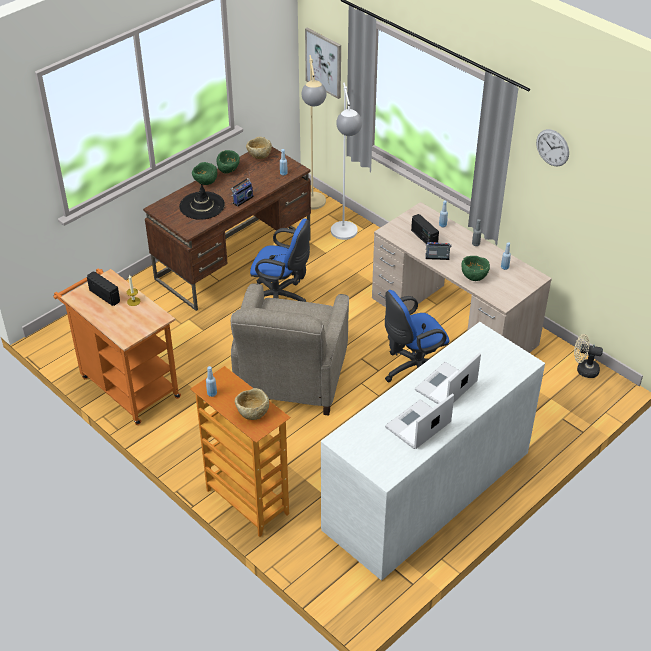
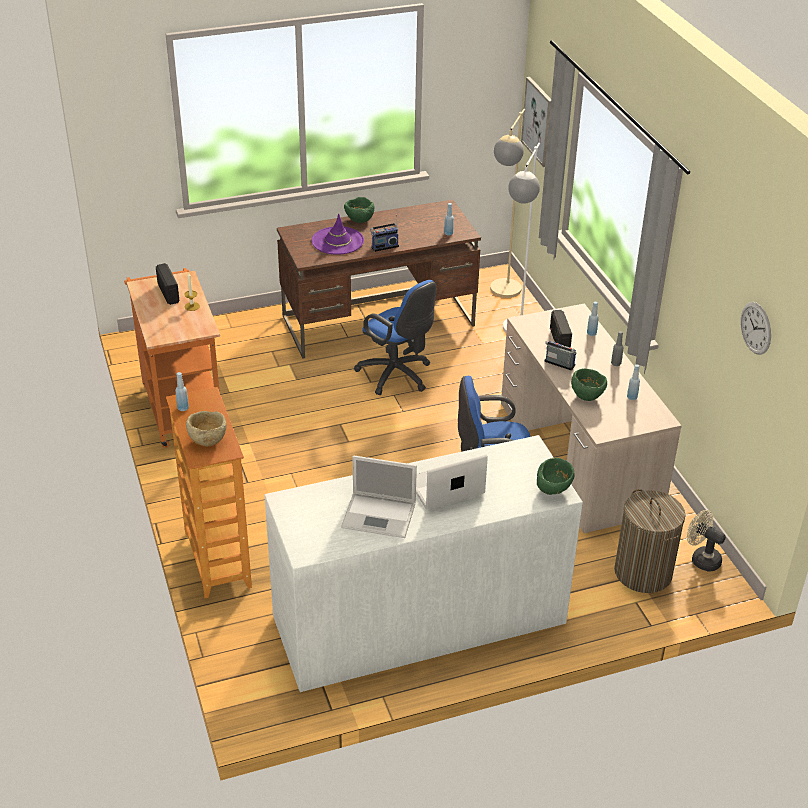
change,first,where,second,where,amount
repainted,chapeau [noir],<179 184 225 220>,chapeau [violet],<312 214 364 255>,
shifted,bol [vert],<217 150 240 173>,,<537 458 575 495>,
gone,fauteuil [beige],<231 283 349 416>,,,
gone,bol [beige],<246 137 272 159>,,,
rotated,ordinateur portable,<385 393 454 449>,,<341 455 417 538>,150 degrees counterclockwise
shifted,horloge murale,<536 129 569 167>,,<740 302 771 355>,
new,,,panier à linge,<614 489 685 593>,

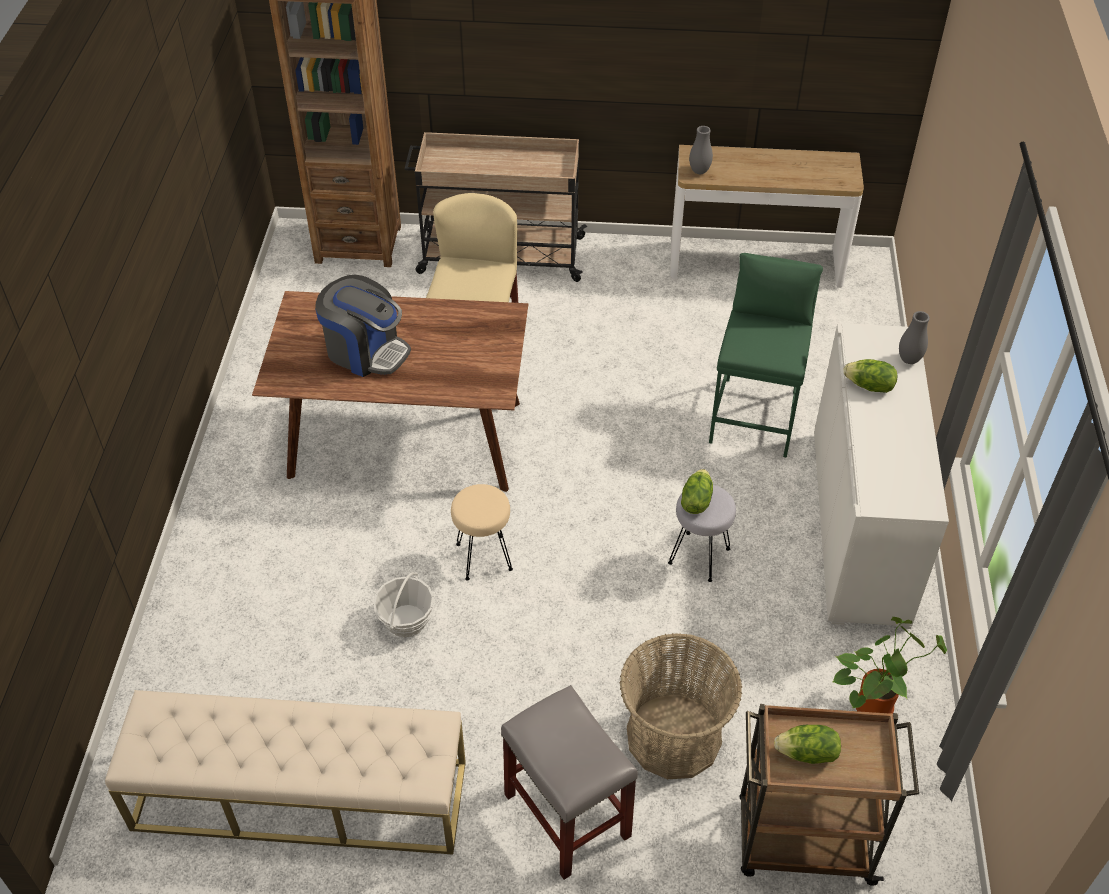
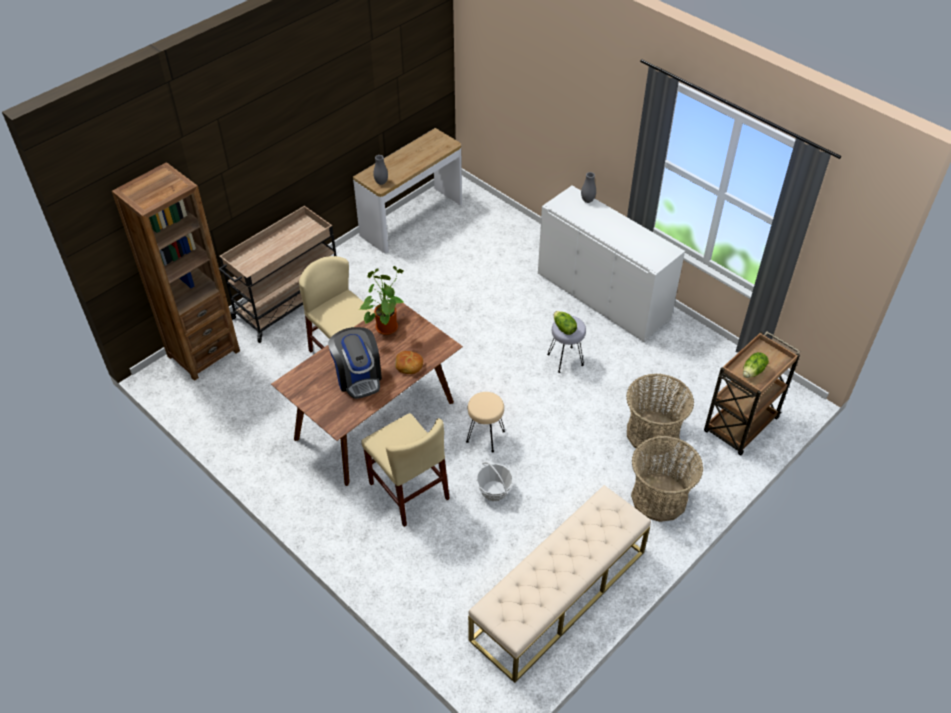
change,first,where,second,where,amount
rotated,machine à café,<315 275 411 377>,,<328 327 382 399>,90 degrees clockwise
swapped,tabouret [gris],<501 685 638 880>,panier,<631 436 703 522>,
gone,tabouret [vert],<709 253 823 458>,,,
shifted,plante en pot,<832 617 947 714>,,<360 266 405 335>,
gone,laitue,<843 359 898 393>,,,
new,,,chaise [beige],<361 413 450 527>,
new,,,pain,<395 351 423 374>,

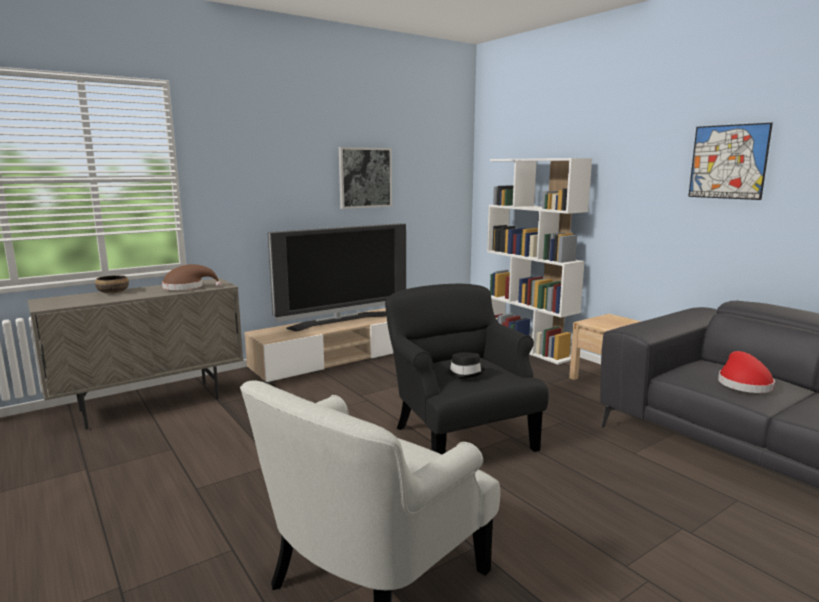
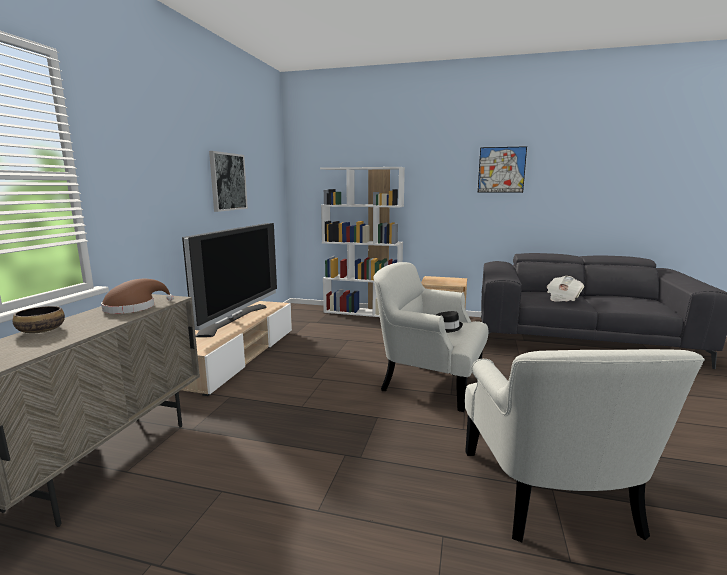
change,first,where,second,where,amount
repainted,fauteuil [noir],<385 284 549 454>,fauteuil [blanc],<373 262 488 412>,
swapped,chapeau [rouge],<718 351 775 393>,journal,<547 276 584 302>,

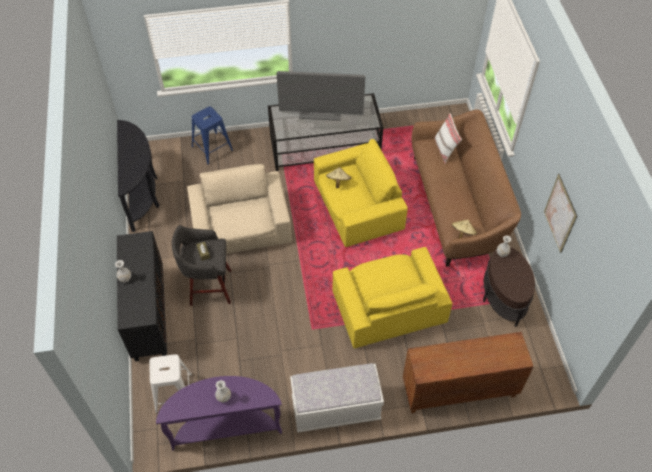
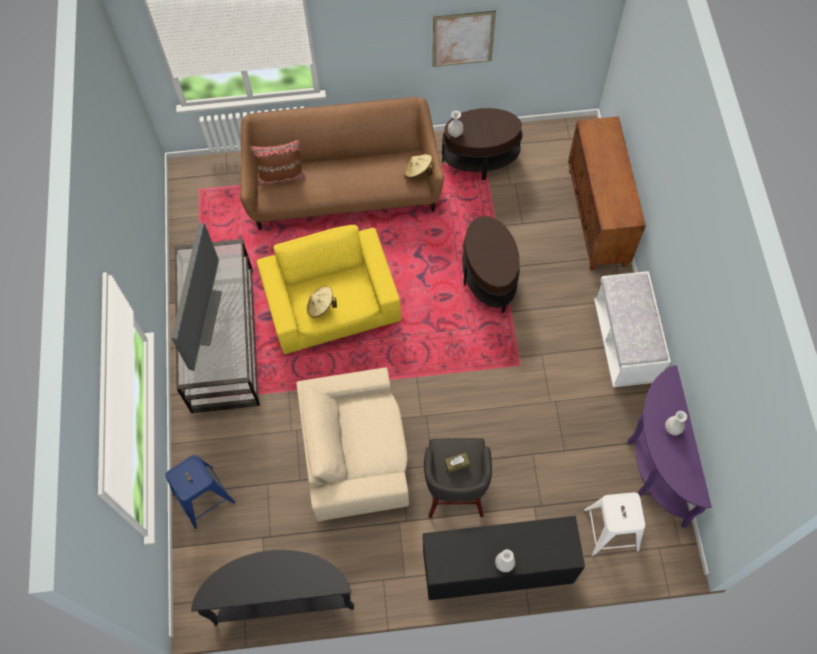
change,first,where,second,where,amount
swapped,fauteuil [jaune],<333 247 453 348>,table d'appoint [marron],<462 216 520 313>,
repainted,coussin [blanc],<434 113 462 164>,coussin [marron],<250 139 306 186>,

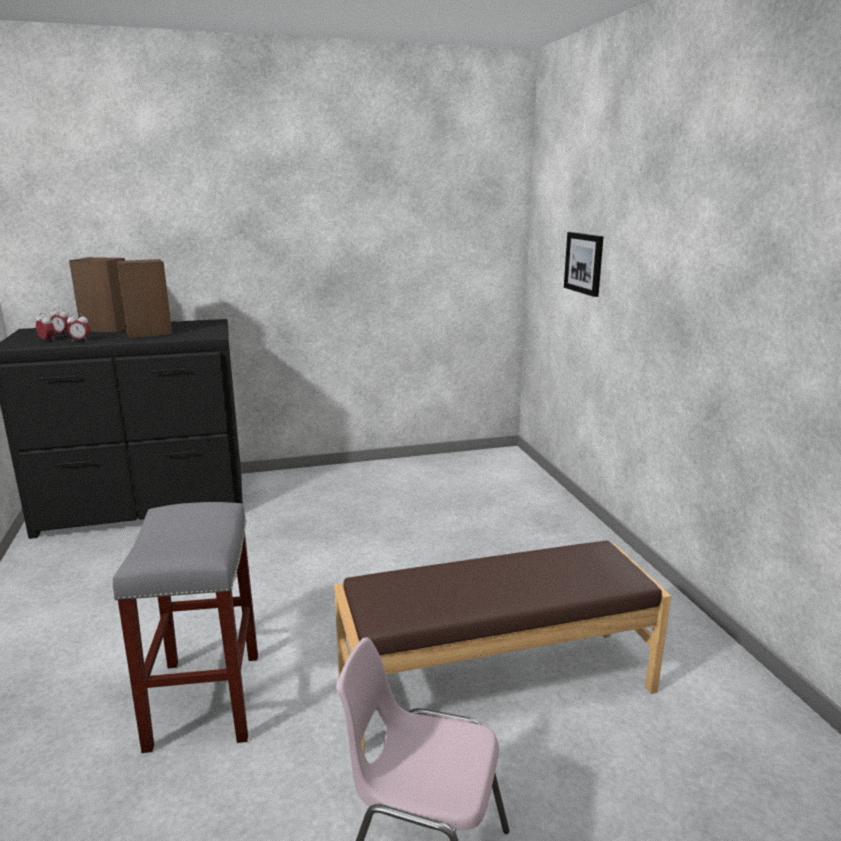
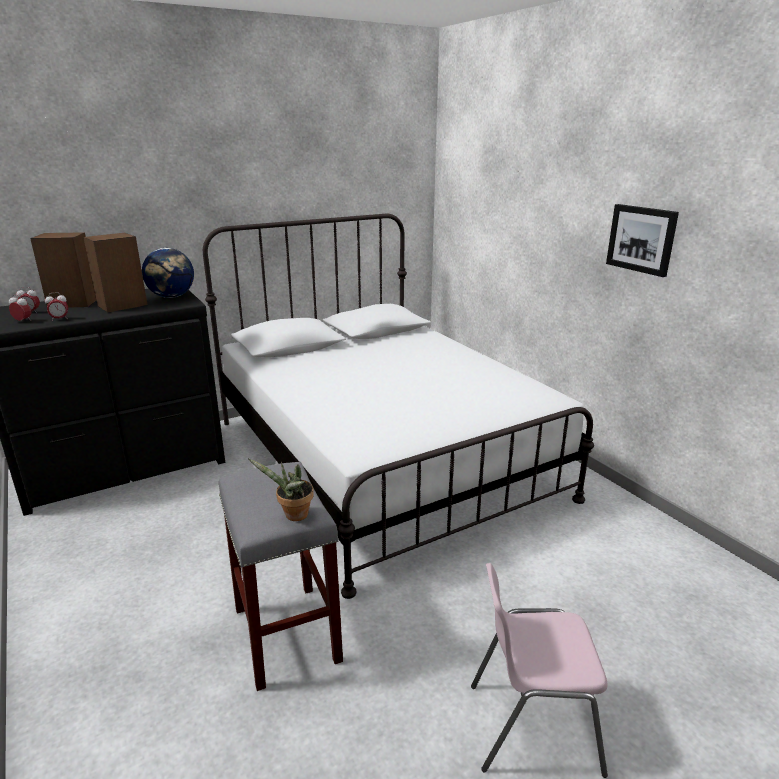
change,first,where,second,where,amount
gone,banc [marron],<334 540 671 754>,,,
shifted,tableau,<564 232 604 297>,,<606 204 679 277>,
new,,,globe,<142 248 194 298>,
new,,,lit [blanc],<203 214 594 599>,
new,,,plante en pot,<248 458 314 521>,

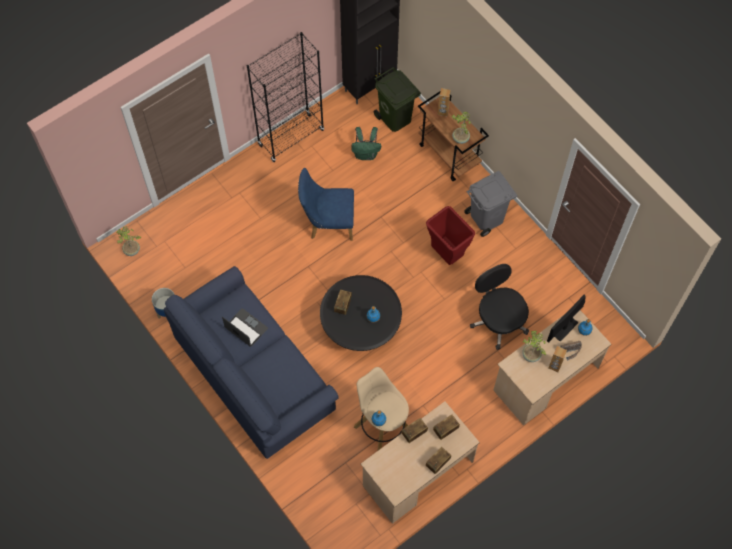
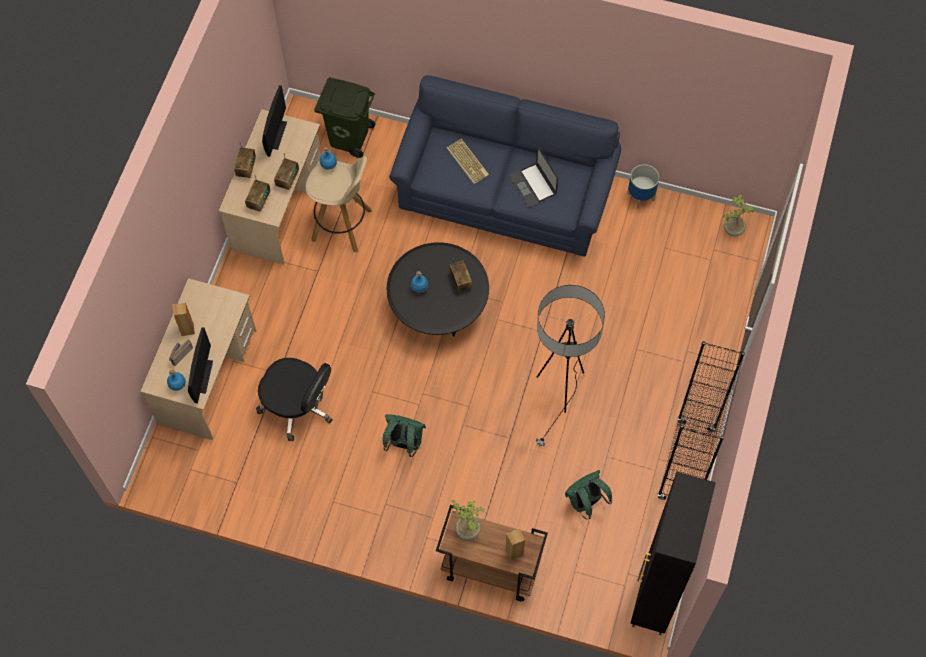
change,first,where,second,where,amount
rotated,ordinateur portable,<222 308 268 347>,,<509 147 558 207>,60 degrees clockwise
swapped,chaise [bleu],<298 168 354 241>,lampadaire,<536 285 605 448>,
shifted,poubelle [vert],<374 67 421 132>,,<314 77 375 158>,
swapped,poubelle [rouge],<426 206 475 265>,sac à dos [vert],<383 414 426 457>,
gone,poubelle [gris],<464 171 517 237>,,,
gone,plante en pot,<522 331 546 362>,,,
new,,,écran d'ordinateur,<262 85 287 157>,
new,,,clavier,<447 139 489 184>,

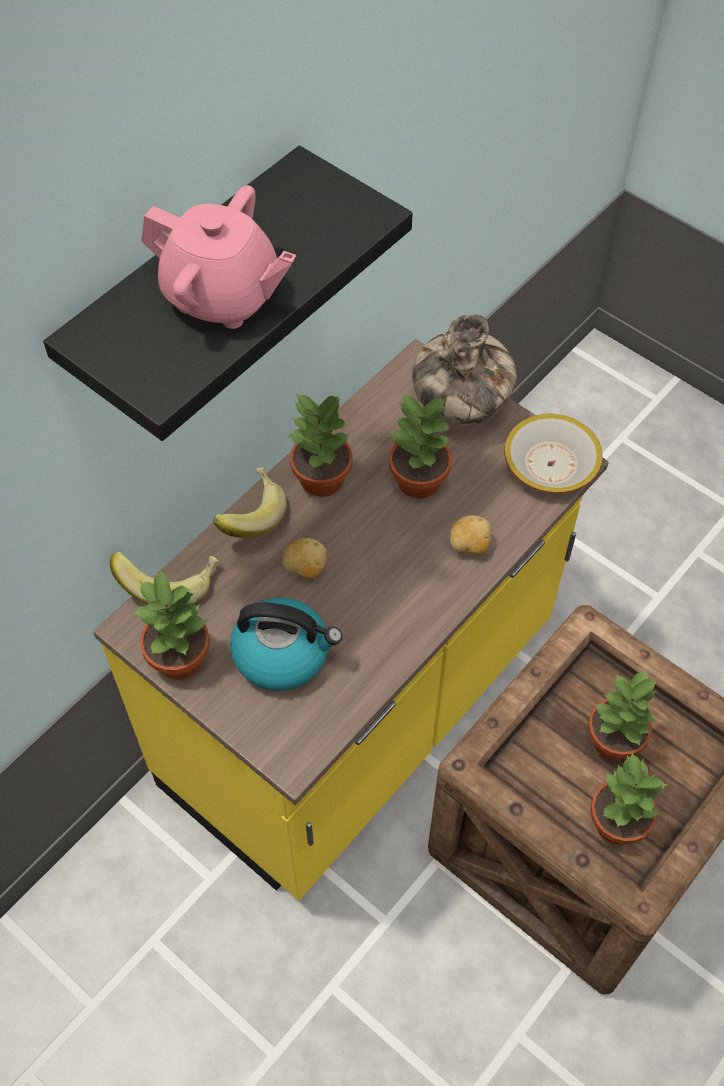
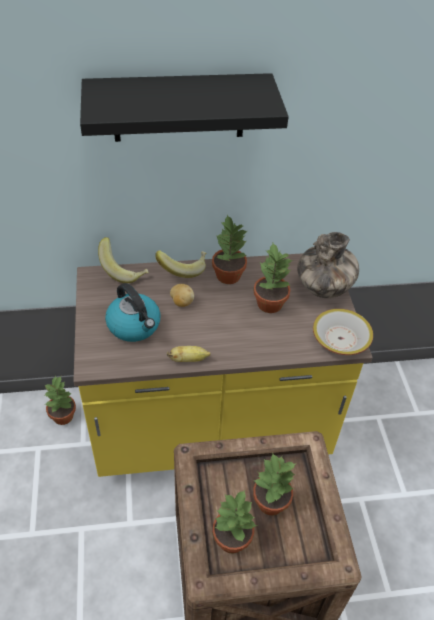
change,first,where,second,where,amount
shifted,plante en pot,<133 569 210 680>,,<44 375 76 425>,
gone,théière [rose],<141 185 296 329>,,,
gone,pomme de terre,<450 515 492 555>,,,
new,,,banane,<167 346 211 362>,

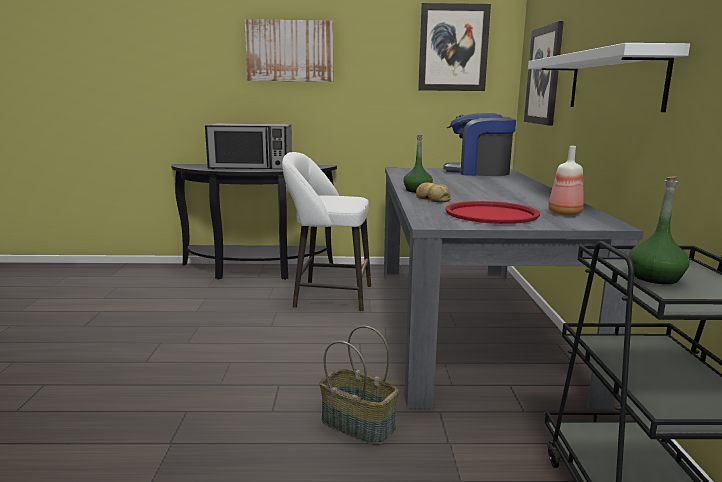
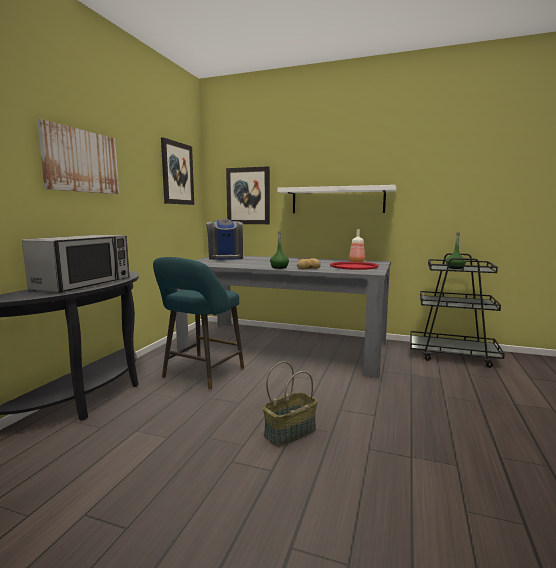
change,first,where,second,where,amount
repainted,tabouret [blanc],<282 152 371 312>,tabouret [turquoise],<153 257 244 390>,
shifted,panier,<319 326 399 445>,,<263 361 318 446>,
rotated,machine à café,<443 113 516 176>,,<206 219 243 260>,45 degrees counterclockwise

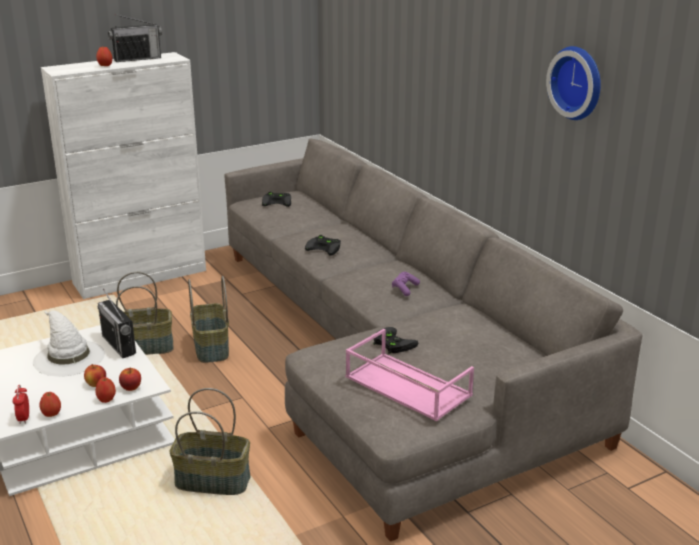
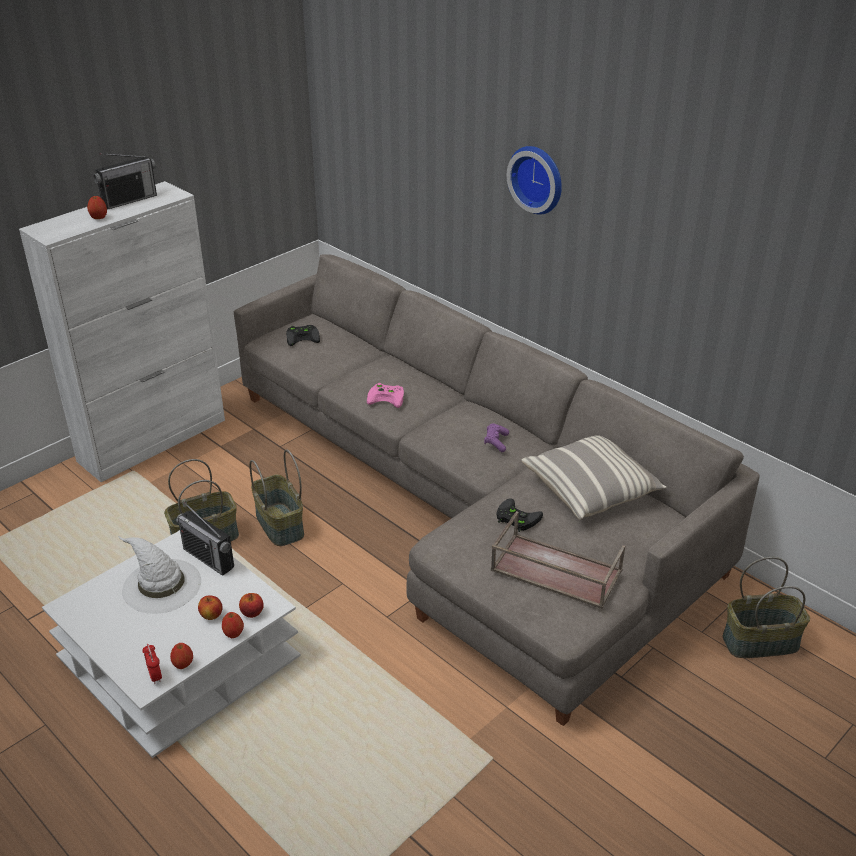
change,first,where,second,where,amount
shifted,panier,<169 388 250 495>,,<723 557 810 658>,
repainted,manette [noir],<305 235 341 256>,manette [rose],<367 383 404 408>,
repainted,plateau [rose],<346 329 474 421>,plateau [marron],<490 511 625 609>,
shifted,horloge murale,<546 46 601 120>,,<507 146 562 215>,
new,,,coussin,<522 435 666 520>,

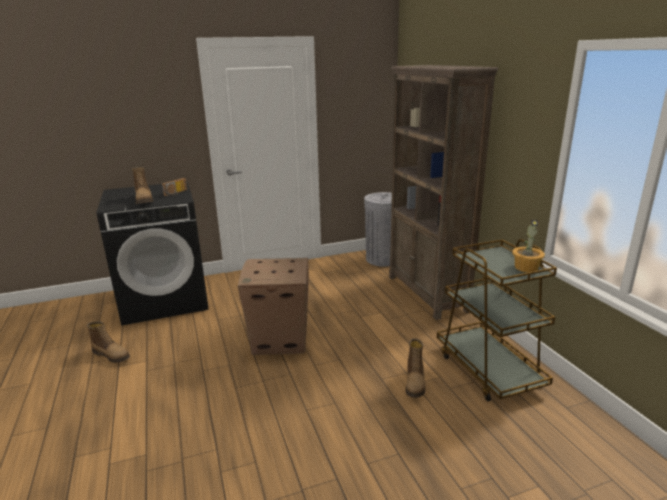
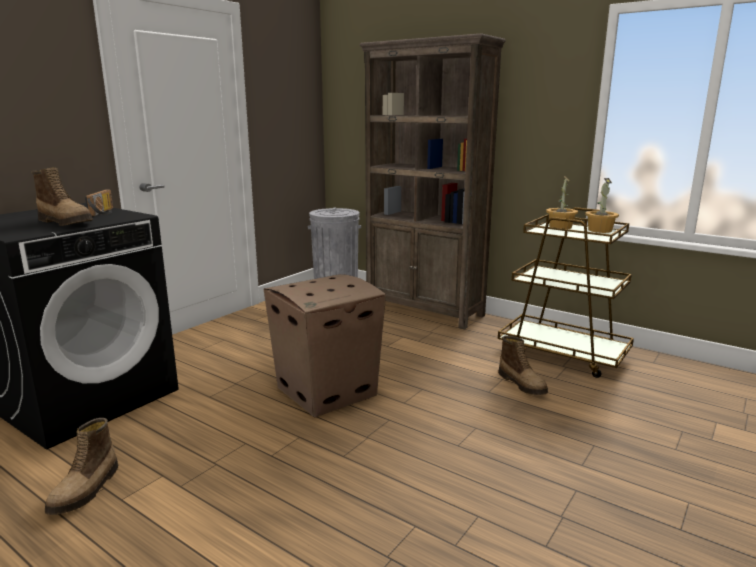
change,first,where,second,where,amount
rotated,botte,<87 321 130 363>,,<45 418 118 515>,105 degrees clockwise
new,,,plante en pot,<546 176 578 229>,

